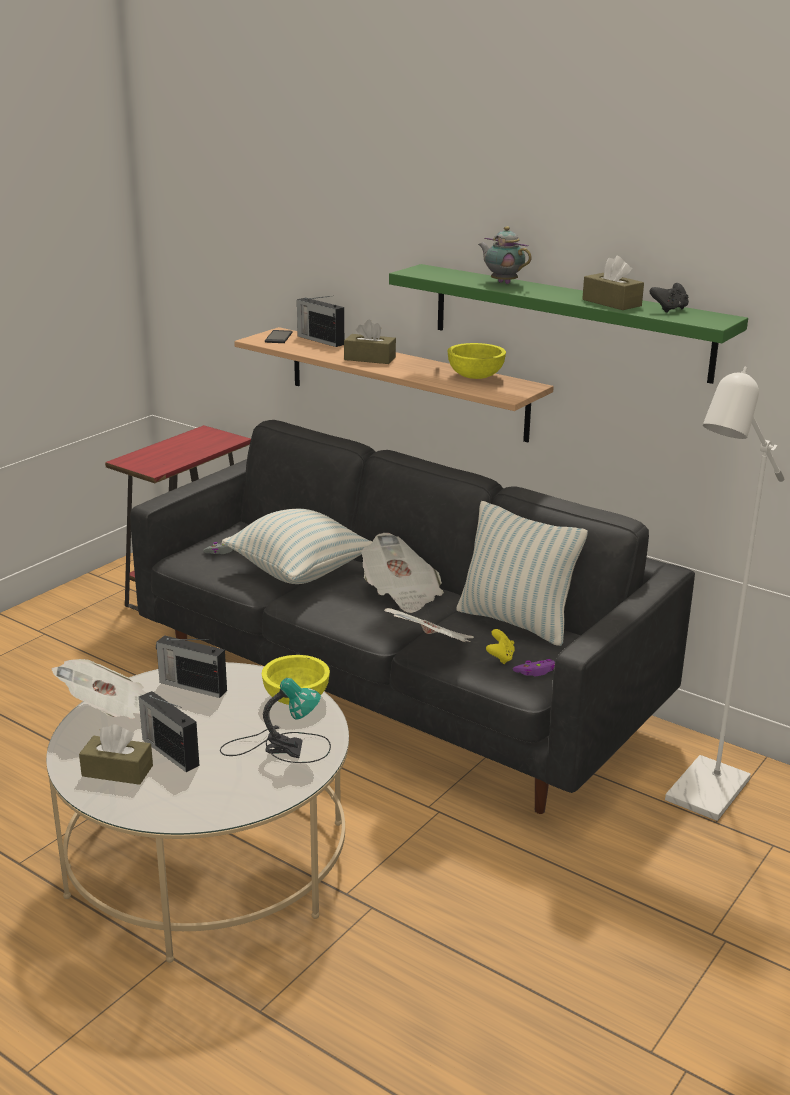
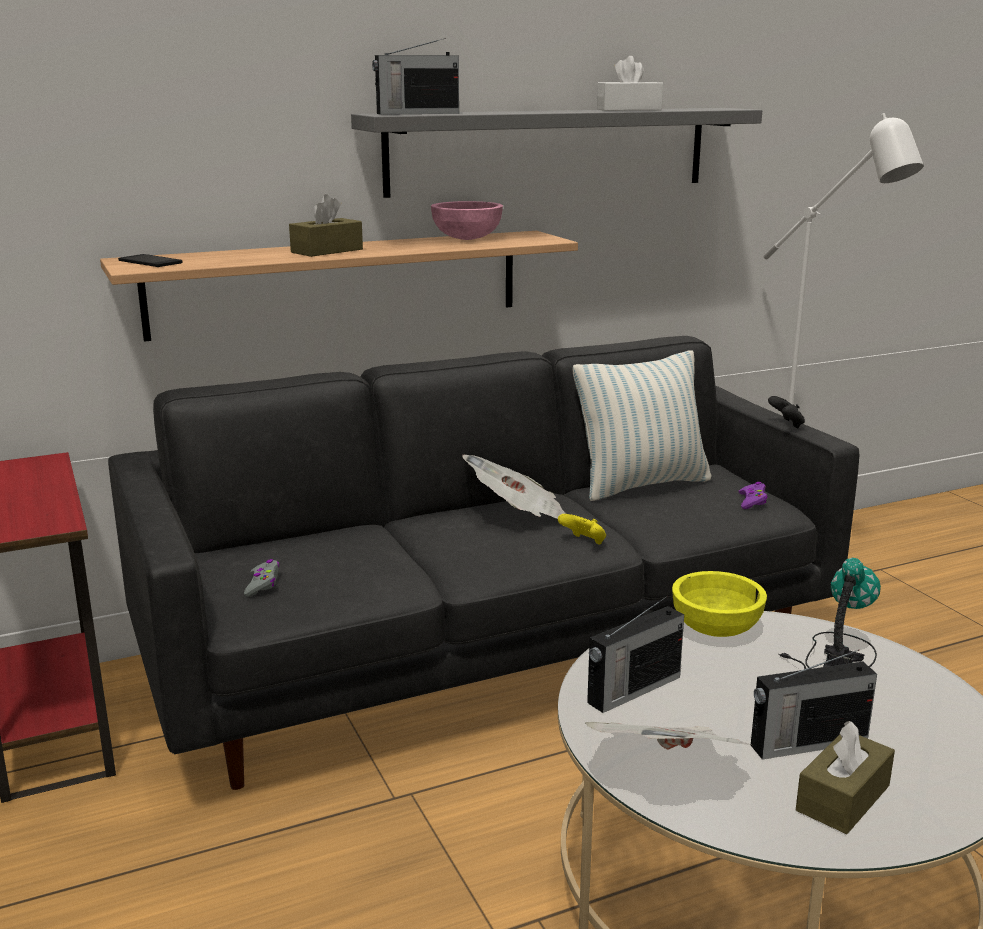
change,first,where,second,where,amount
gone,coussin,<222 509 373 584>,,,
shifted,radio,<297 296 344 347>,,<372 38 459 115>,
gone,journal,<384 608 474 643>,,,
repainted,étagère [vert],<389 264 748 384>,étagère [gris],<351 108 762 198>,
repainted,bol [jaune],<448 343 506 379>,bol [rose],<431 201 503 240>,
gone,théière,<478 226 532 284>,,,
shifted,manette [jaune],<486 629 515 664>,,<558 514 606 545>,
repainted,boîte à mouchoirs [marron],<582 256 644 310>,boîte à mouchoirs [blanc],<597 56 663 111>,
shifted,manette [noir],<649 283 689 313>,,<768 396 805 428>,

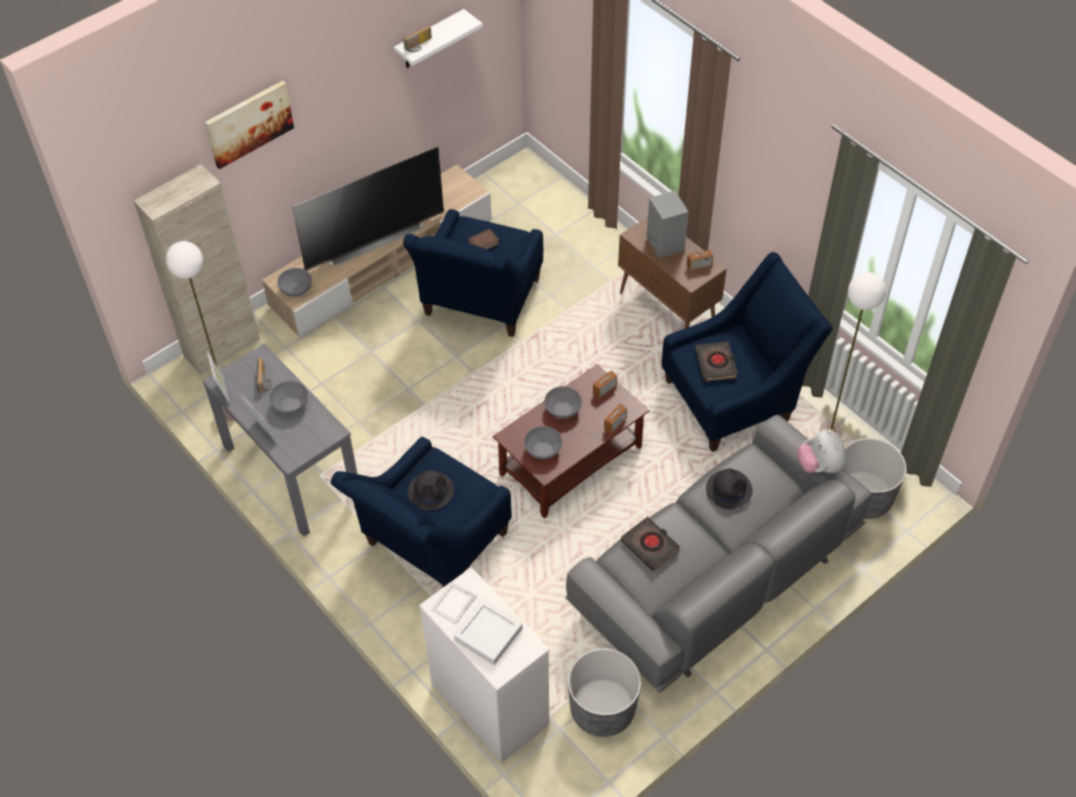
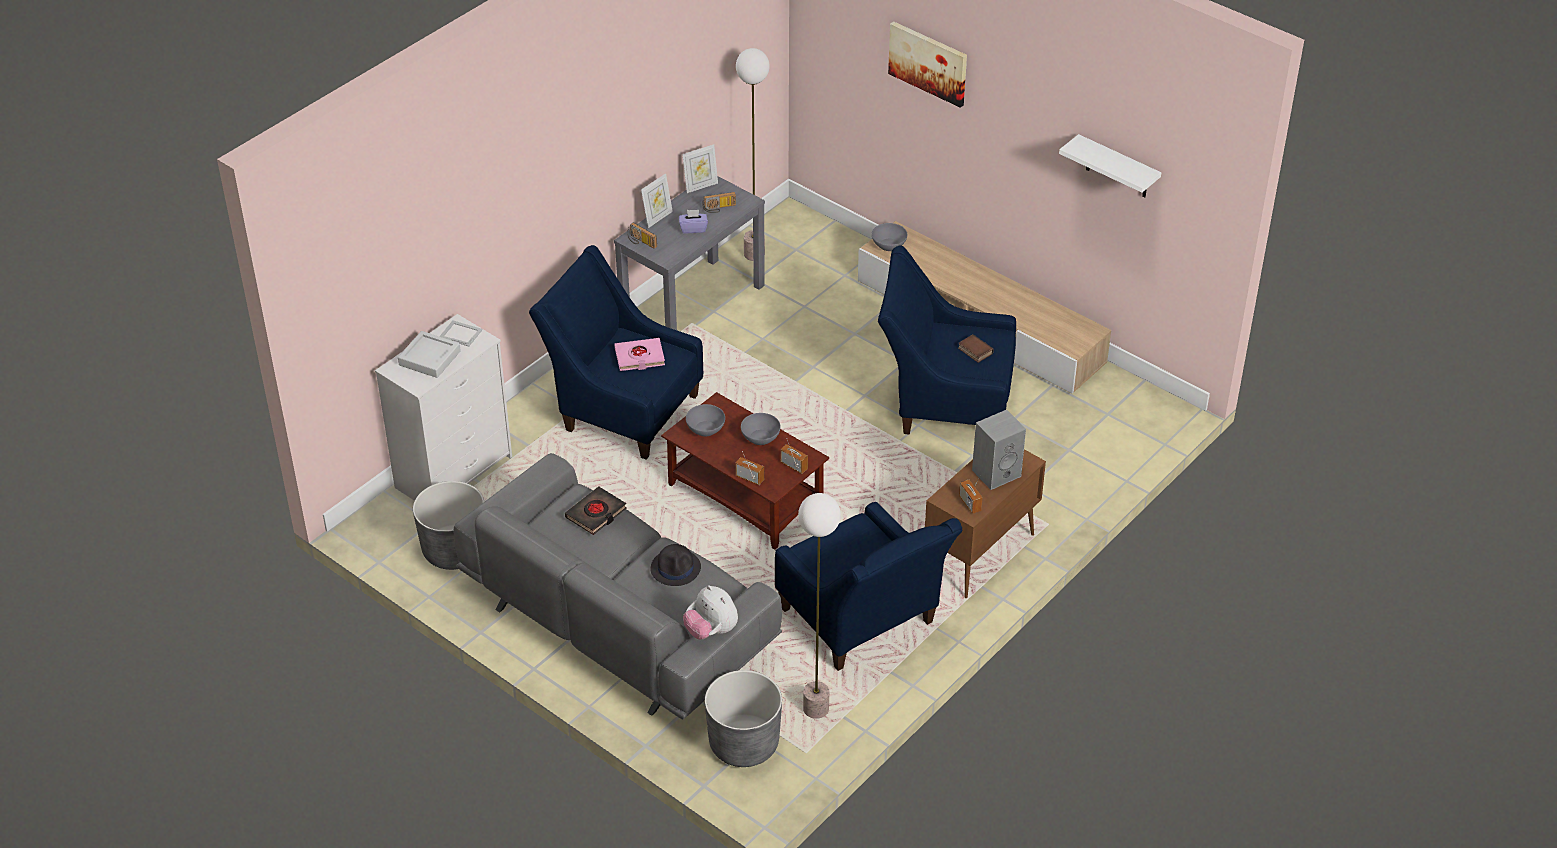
change,first,where,second,where,amount
gone,meuble de rangement [beige],<134 164 260 376>,,,
swapped,bol [gris],<269 381 308 414>,boîte à mouchoirs [violet],<679 210 708 233>,
gone,téléviseur,<292 147 444 270>,,,
shifted,radio,<403 25 432 52>,,<627 223 657 249>,
swapped,chapeau [noir],<408 470 454 510>,livre [rose],<614 338 665 371>,
gone,livre [noir],<695 341 738 382>,,,
rotated,peluche,<797 429 846 473>,,<683 585 738 640>,105 degrees counterclockwise

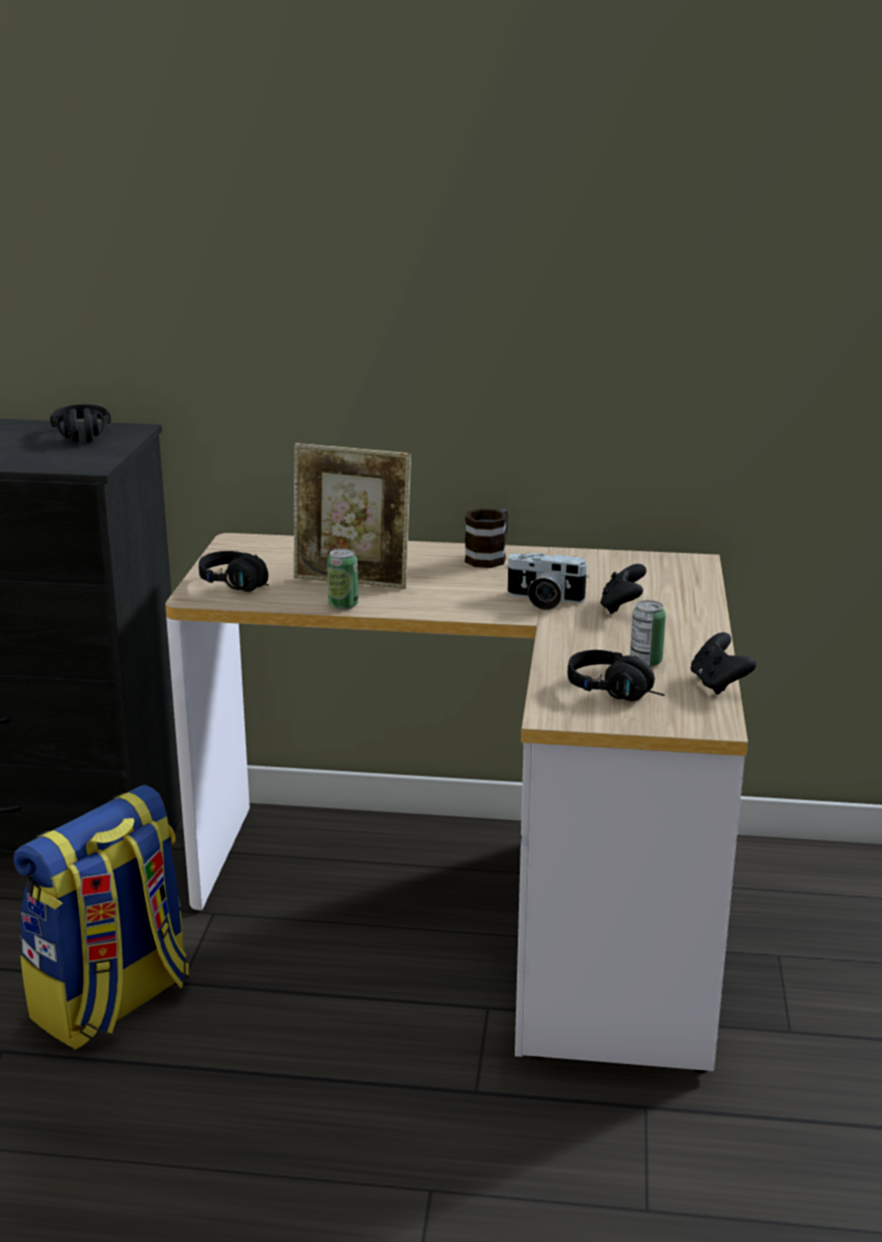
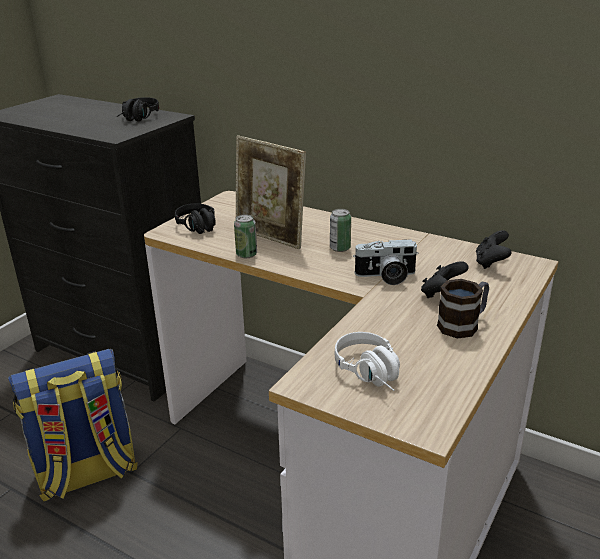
change,first,where,second,where,amount
shifted,mug,<465 508 508 568>,,<437 279 489 339>,
rotated,appareil photo,<505 553 589 610>,,<353 239 418 285>,45 degrees counterclockwise
repainted,casque audio [noir],<567 650 665 701>,casque audio [blanc],<335 332 400 391>,
shifted,boîte métallique,<630 600 666 667>,,<330 209 351 252>,
shifted,manette [noir],<691 632 756 695>,,<476 230 512 269>,

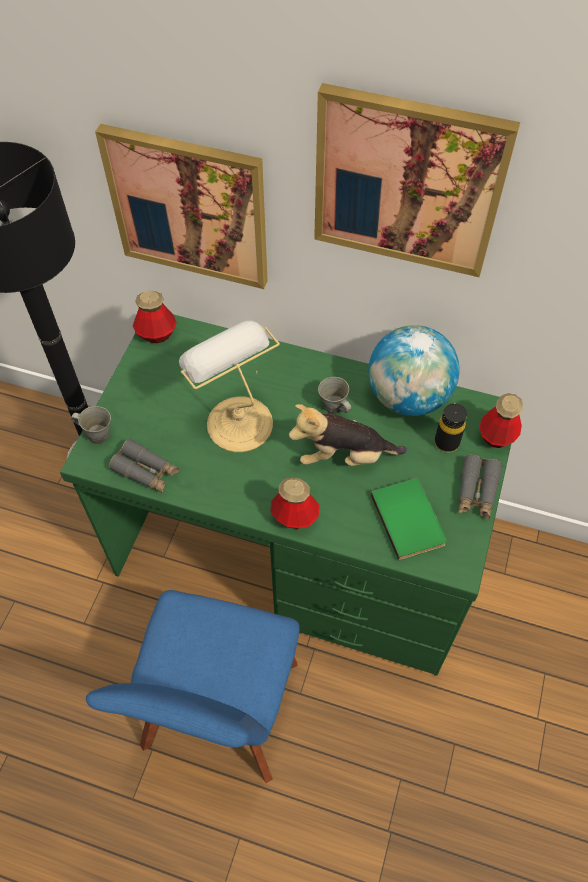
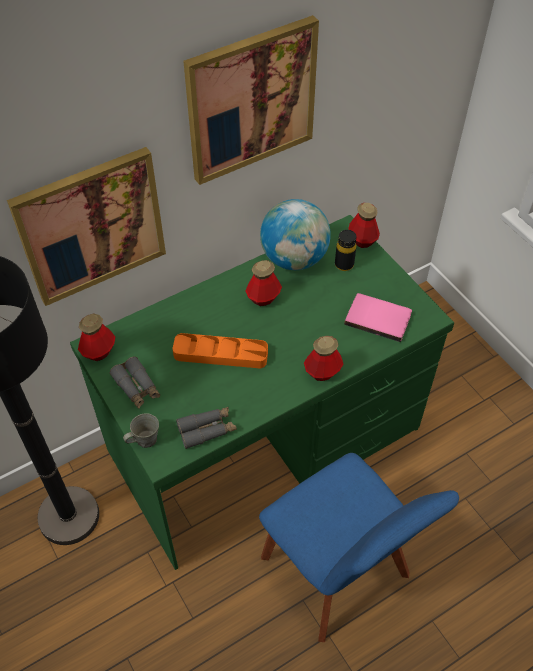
change,first,where,second,where,amount
swapped,lampe de table,<179 321 280 452>,plateau [orange],<172 333 268 368>,
gone,peluche,<289 404 407 466>,,,
swapped,mug [gris],<318 377 352 414>,bouteille,<245 260 282 306>,
repainted,livre [vert],<371 478 447 561>,livre [rose],<344 293 412 342>,
shifted,jumelles [gris],<458 454 503 520>,,<110 357 160 409>,

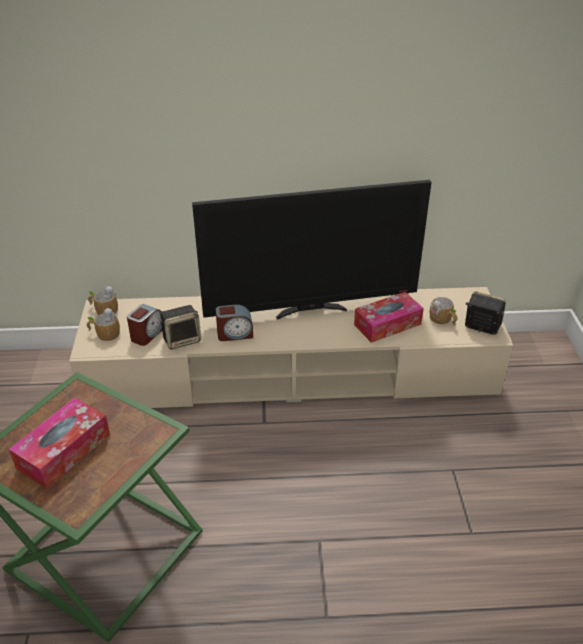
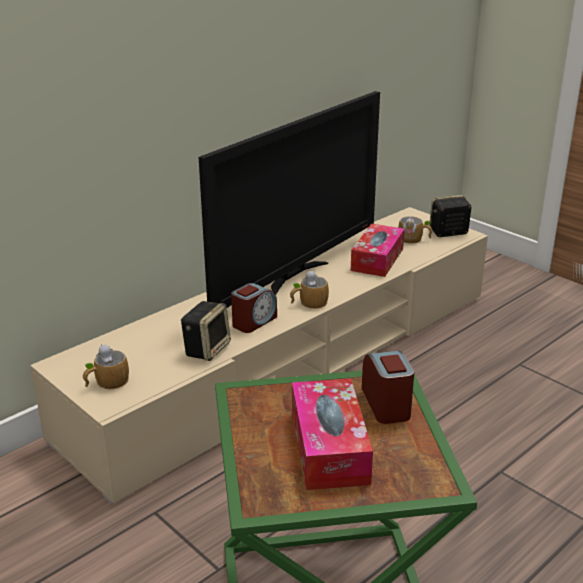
change,first,where,second,where,amount
shifted,mug,<88 286 118 315>,,<290 270 329 309>,
shifted,réveil,<127 304 162 346>,,<362 351 414 424>,

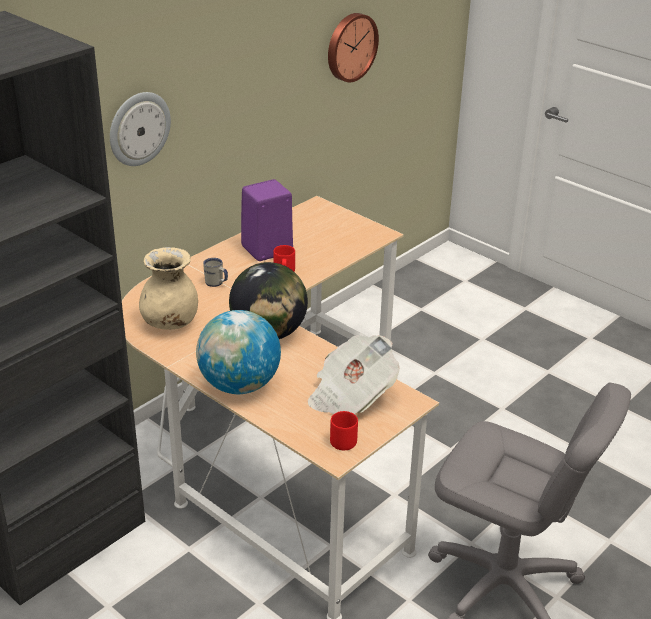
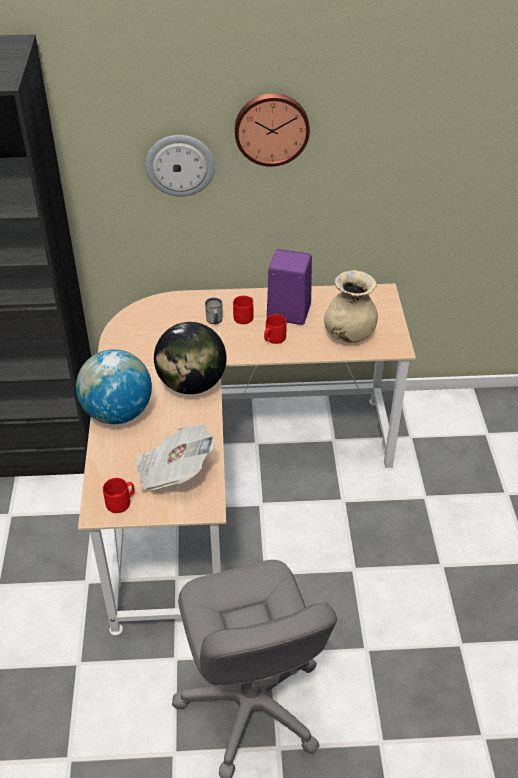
change,first,where,second,where,amount
shifted,vase [beige],<139 247 198 330>,,<324 270 378 343>,
shifted,horloge murale,<328 13 379 82>,,<235 93 310 167>,
new,,,mug [rouge],<233 296 253 324>,

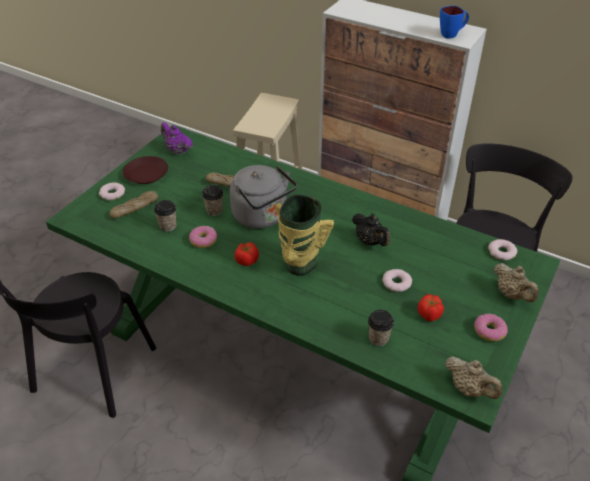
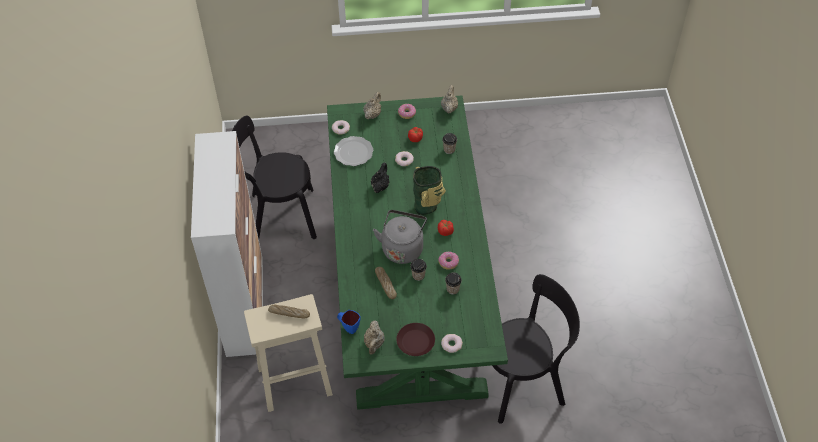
change,first,where,second,where,amount
shifted,pain,<110 191 158 218>,,<268 304 310 318>,
repainted,théière [violet],<161 122 193 155>,théière [beige],<364 320 385 355>,
shifted,mug [bleu],<440 6 469 38>,,<337 310 361 334>,
new,,,assiette,<334 136 374 166>,

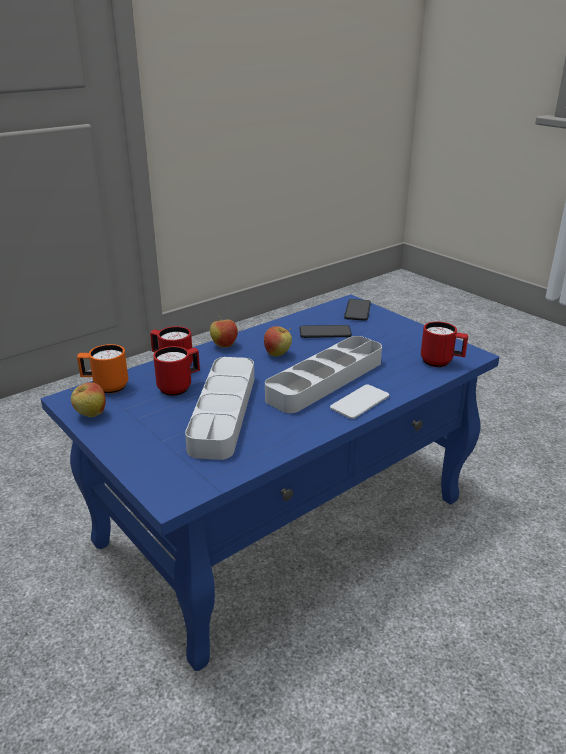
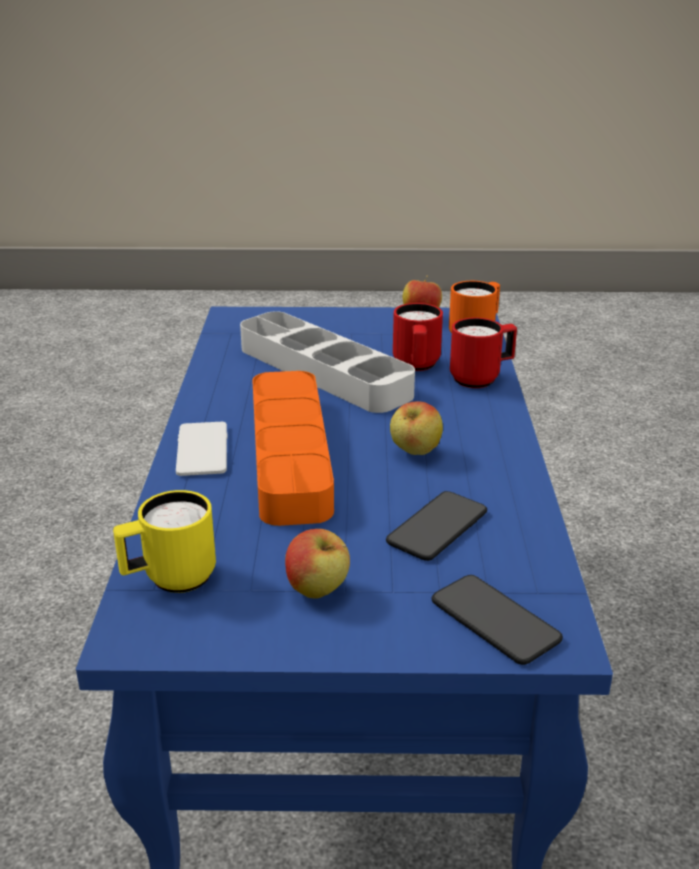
change,first,where,second,where,amount
shifted,pomme,<210 316 238 347>,,<285 529 350 599>,
repainted,plateau [gris],<265 336 382 413>,plateau [orange],<252 371 334 526>,
repainted,mug [rouge],<421 322 468 367>,mug [jaune],<113 490 216 593>,

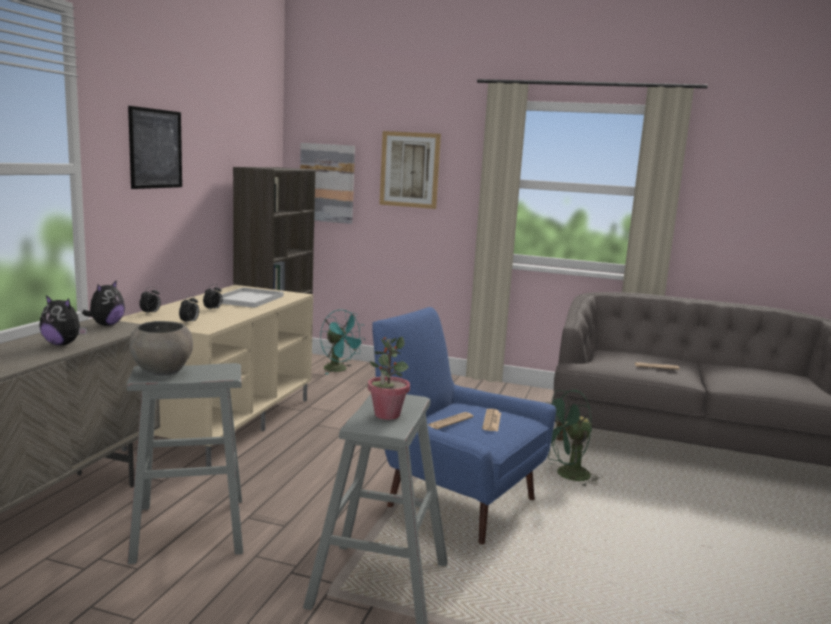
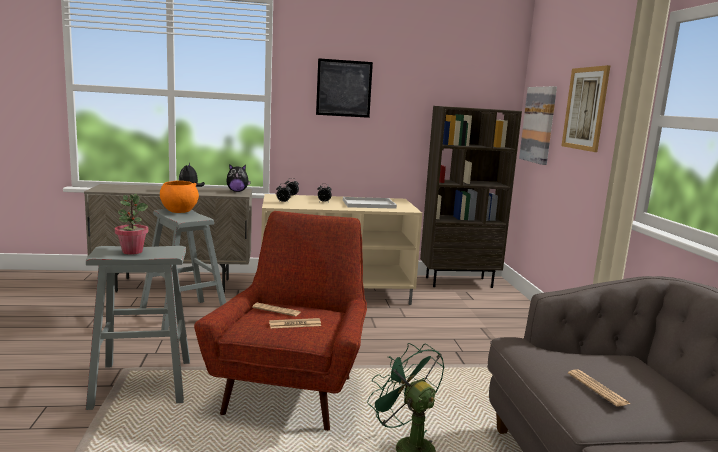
change,first,where,second,where,amount
repainted,bol [gris],<129 321 193 376>,bol [orange],<160 180 199 213>,
gone,ventilateur [turquoise],<320 309 365 374>,,,
repainted,fauteuil [bleu],<372 307 556 544>,fauteuil [rouge],<194 211 367 431>,

